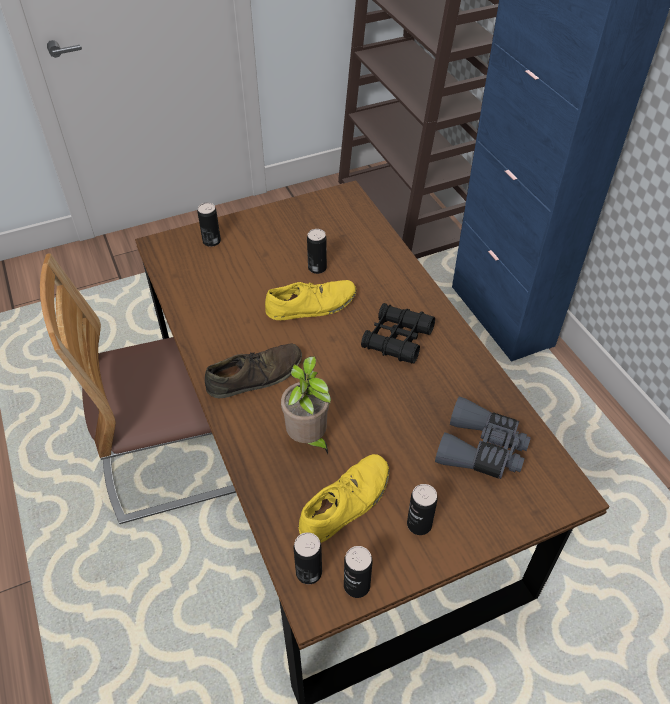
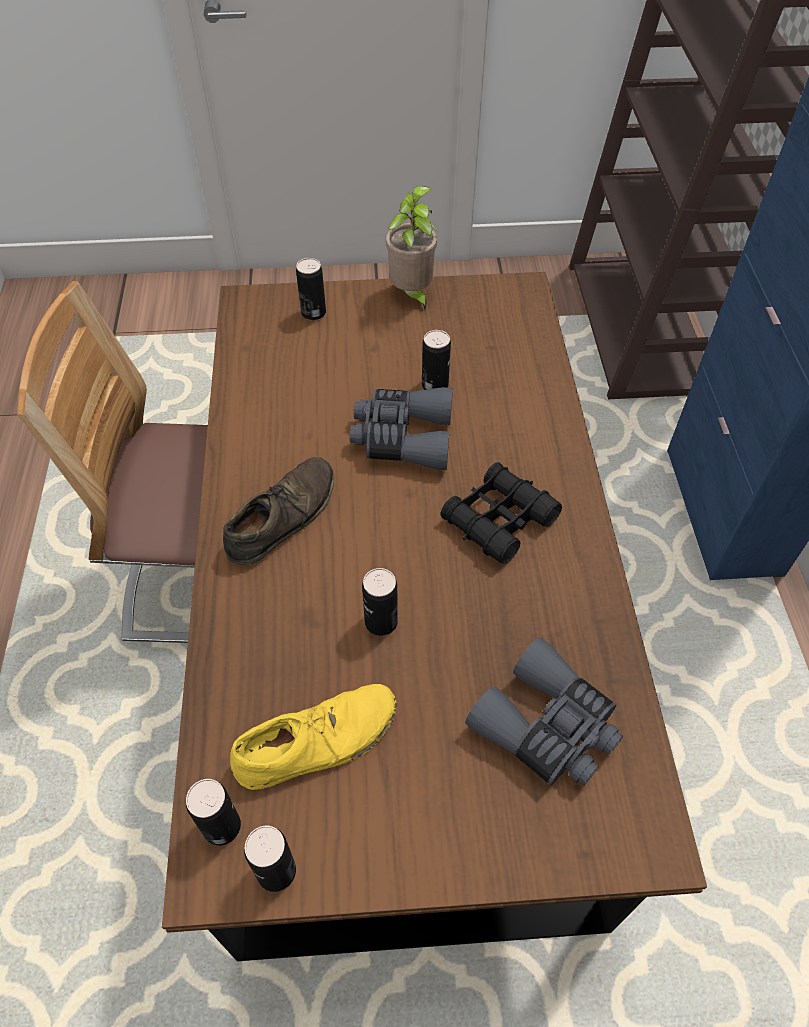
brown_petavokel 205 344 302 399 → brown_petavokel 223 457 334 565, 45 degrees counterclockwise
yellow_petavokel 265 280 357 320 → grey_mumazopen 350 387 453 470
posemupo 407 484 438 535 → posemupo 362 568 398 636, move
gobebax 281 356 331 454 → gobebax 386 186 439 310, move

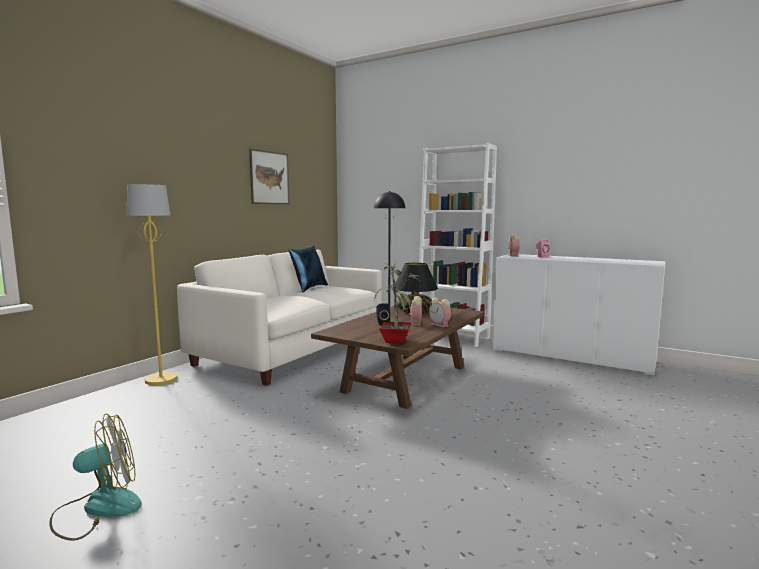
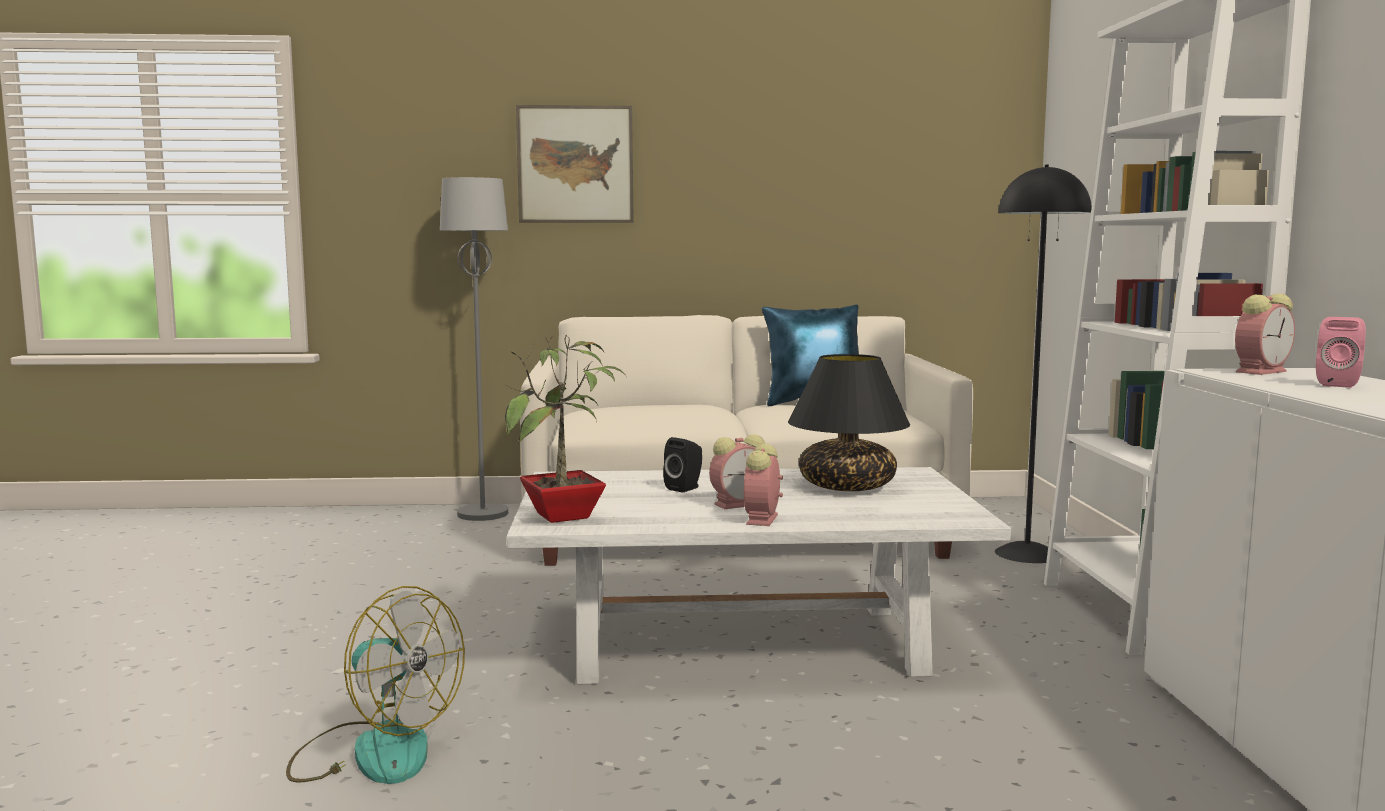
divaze 49 413 142 541 → divaze 286 586 465 784, move
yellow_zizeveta 127 184 177 385 → grey_zizeveta 440 177 508 521
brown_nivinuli 311 306 485 409 → white_nivinuli 507 467 1011 684
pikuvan 249 149 290 204 → pikuvan 516 105 634 223, move

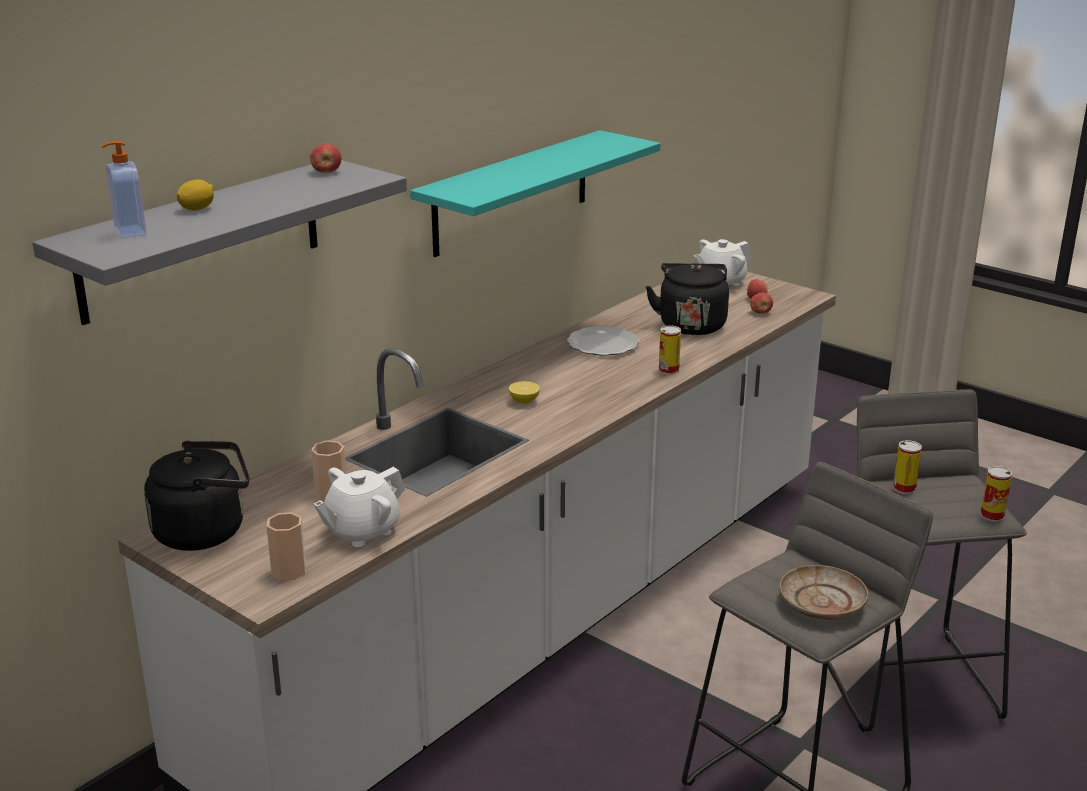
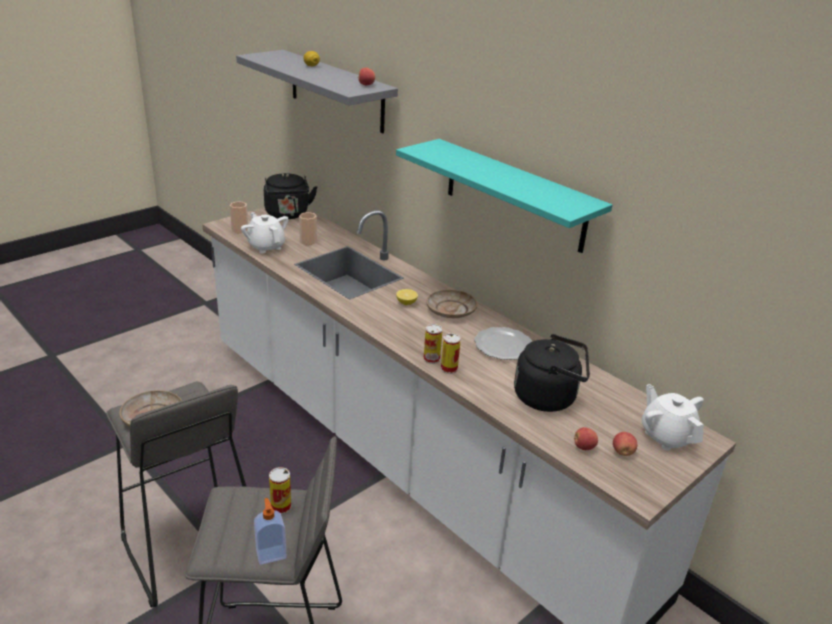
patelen 102 141 147 239 → patelen 254 498 287 565, move
posemupo 980 466 1012 522 → posemupo 423 324 443 364, move
- → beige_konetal 426 290 477 318

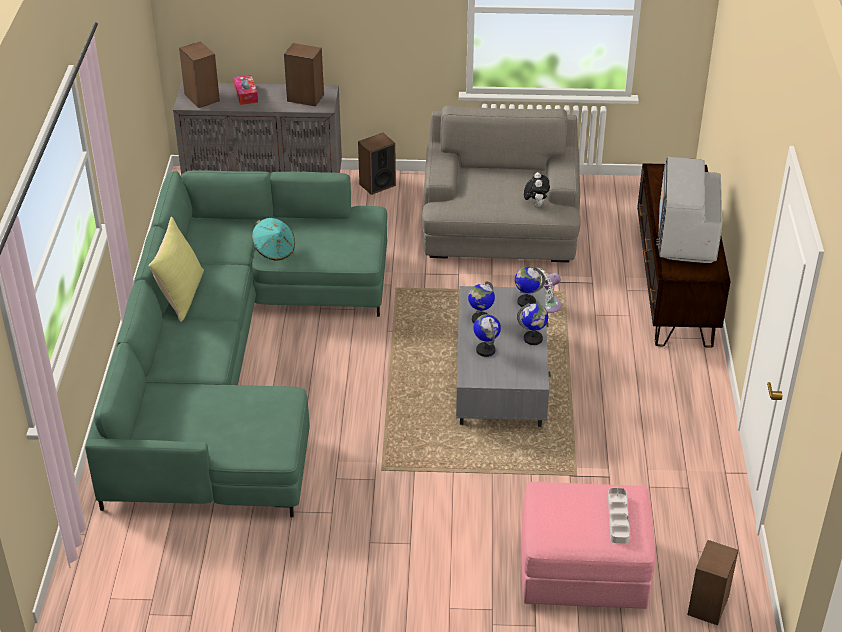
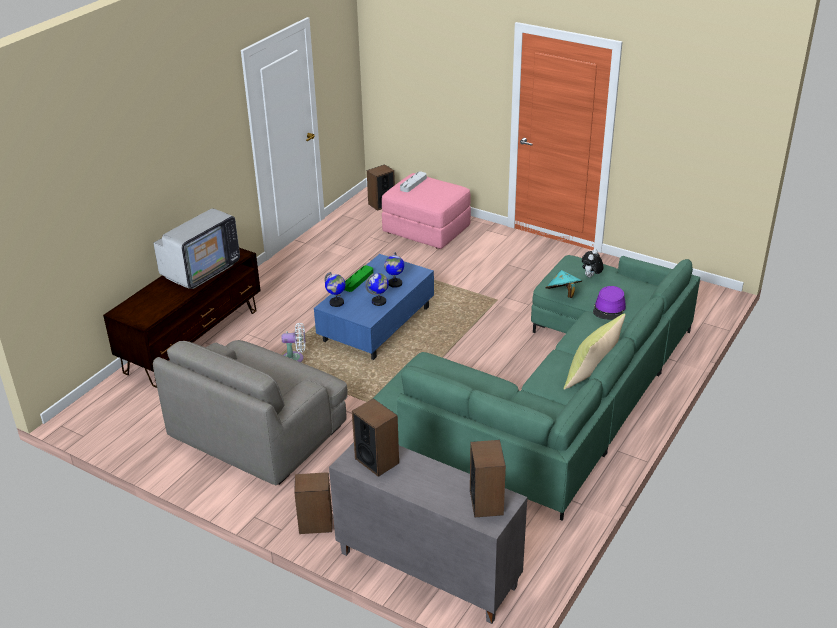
grey_nivinuli 456 286 551 427 → blue_nivinuli 314 254 434 360
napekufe 517 303 548 345 → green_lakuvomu 344 265 373 292
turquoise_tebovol 252 218 295 261 → turquoise_tebovol 545 270 582 298, move
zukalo 524 172 550 207 → zukalo 582 249 603 277, move
- → purple_tebovol 593 286 626 320
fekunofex 234 75 258 105 → -

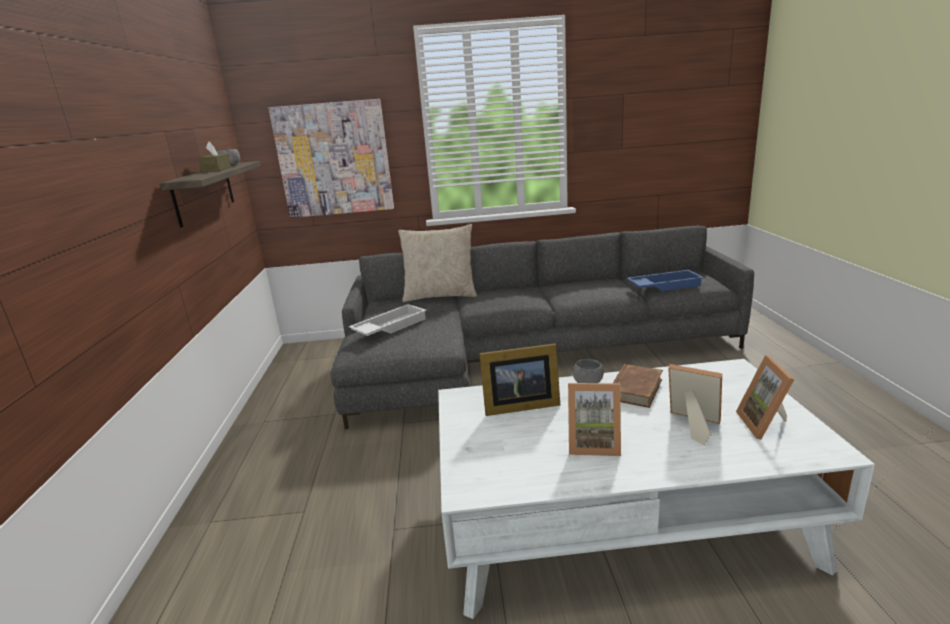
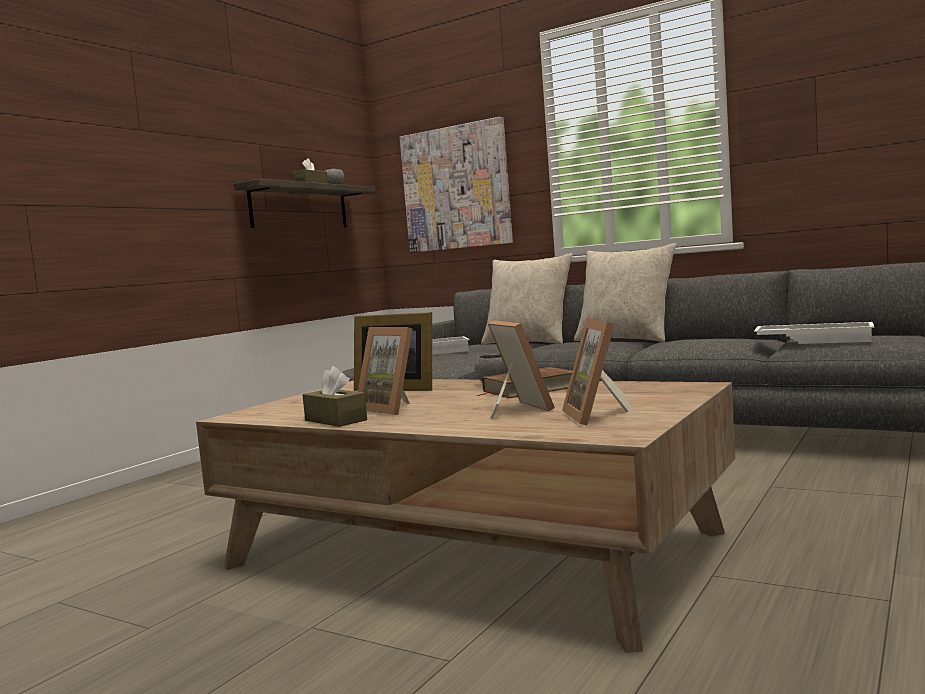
white_nivinuli 438 359 875 619 → brown_nivinuli 196 379 735 653
- → brown_fekunofex 303 366 367 427
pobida 736 355 795 440 → pobida 562 318 631 425, 45 degrees counterclockwise
- → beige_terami 574 243 677 342
blue_lakuvomu 627 270 704 291 → white_lakuvomu 754 322 875 344

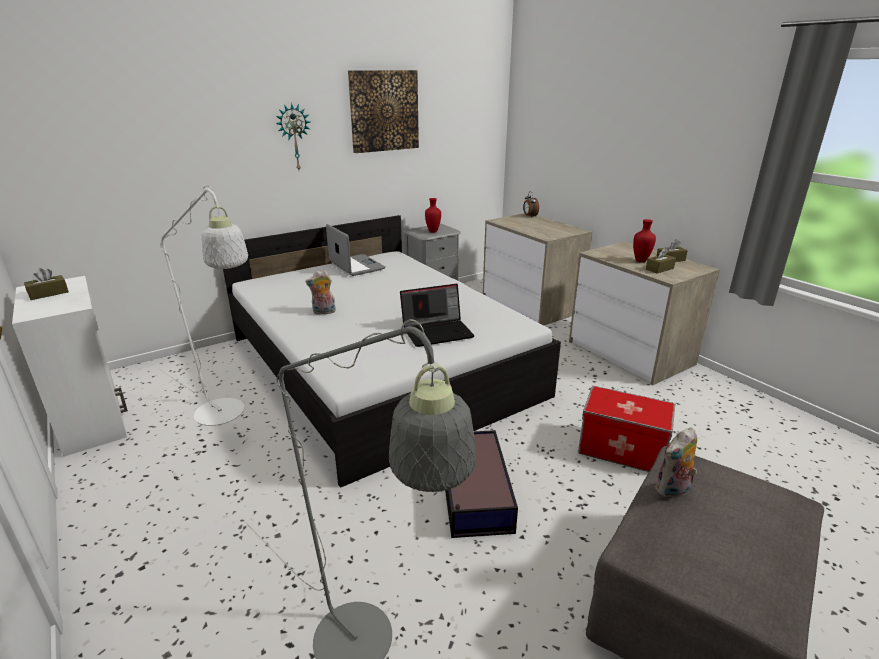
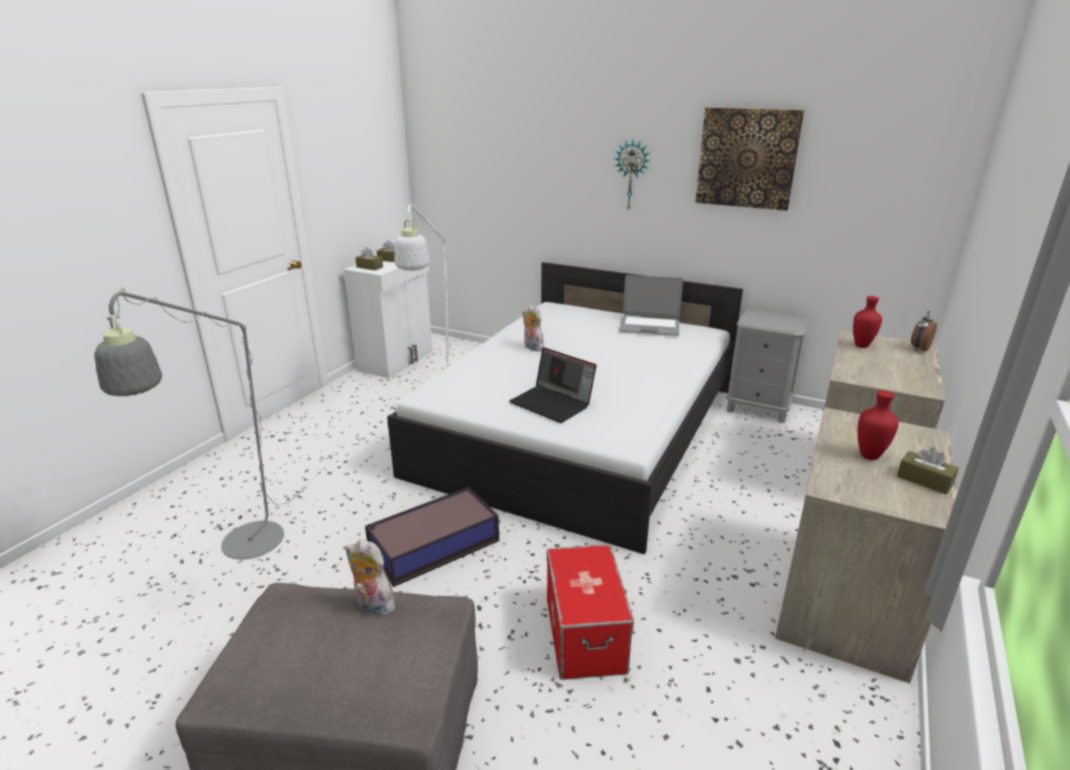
brown_fekunofex 646 248 676 273 → brown_fekunofex 355 247 383 270, move
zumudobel 326 224 386 276 → zumudobel 619 275 683 336, 75 degrees clockwise
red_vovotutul 425 198 441 233 → red_vovotutul 853 296 882 348, move

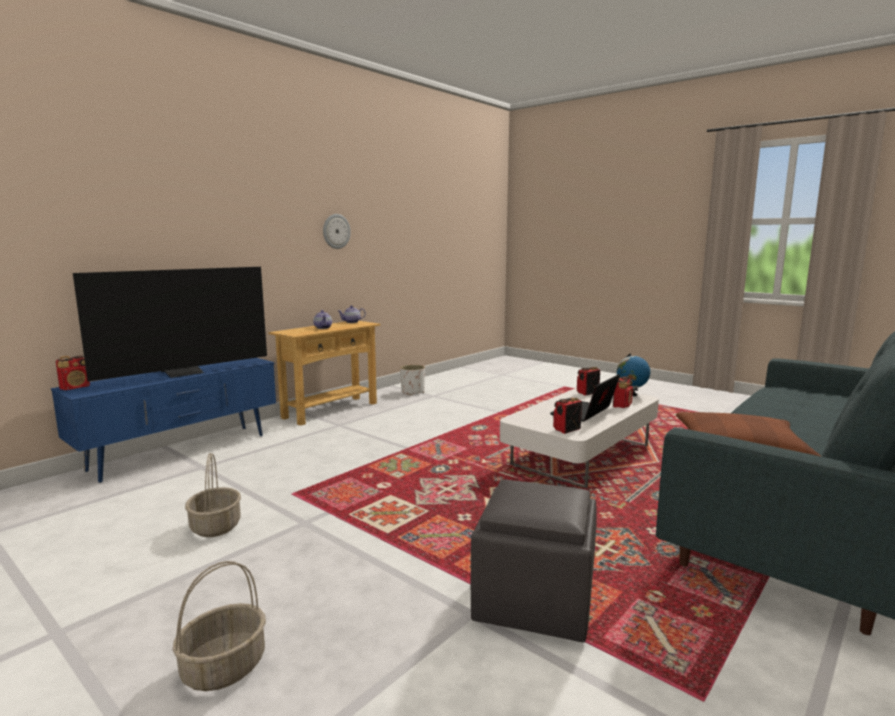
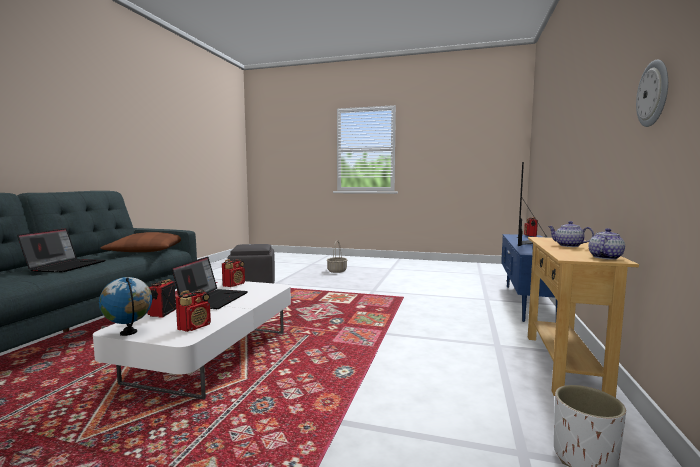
- → zumudobel 17 228 105 272
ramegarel 185 453 241 537 → -

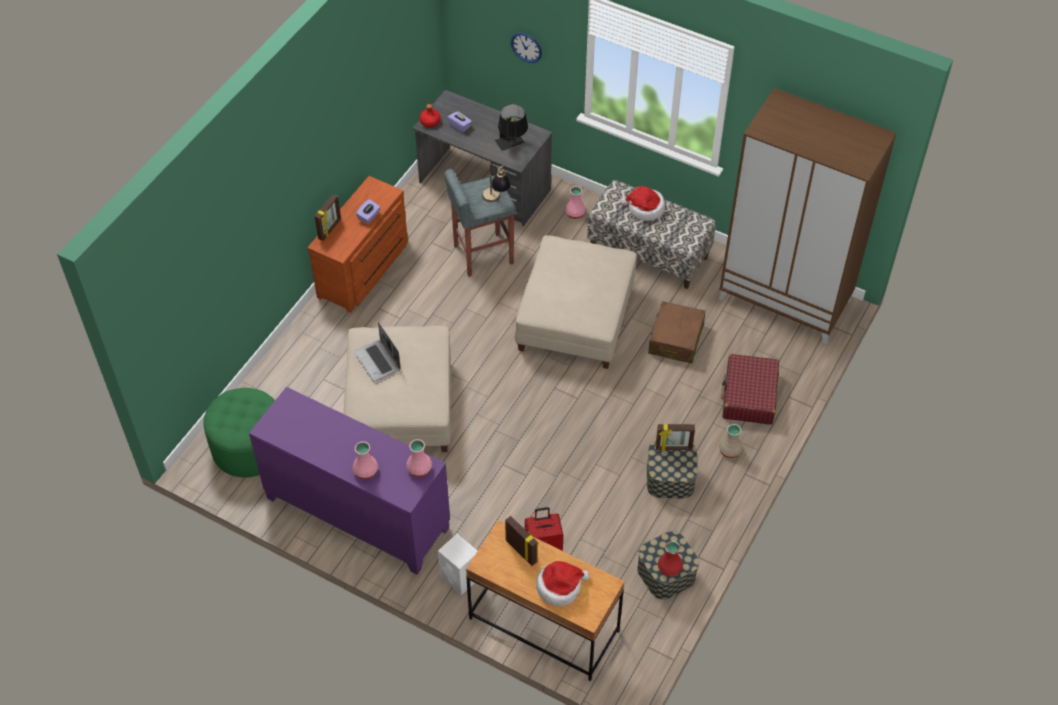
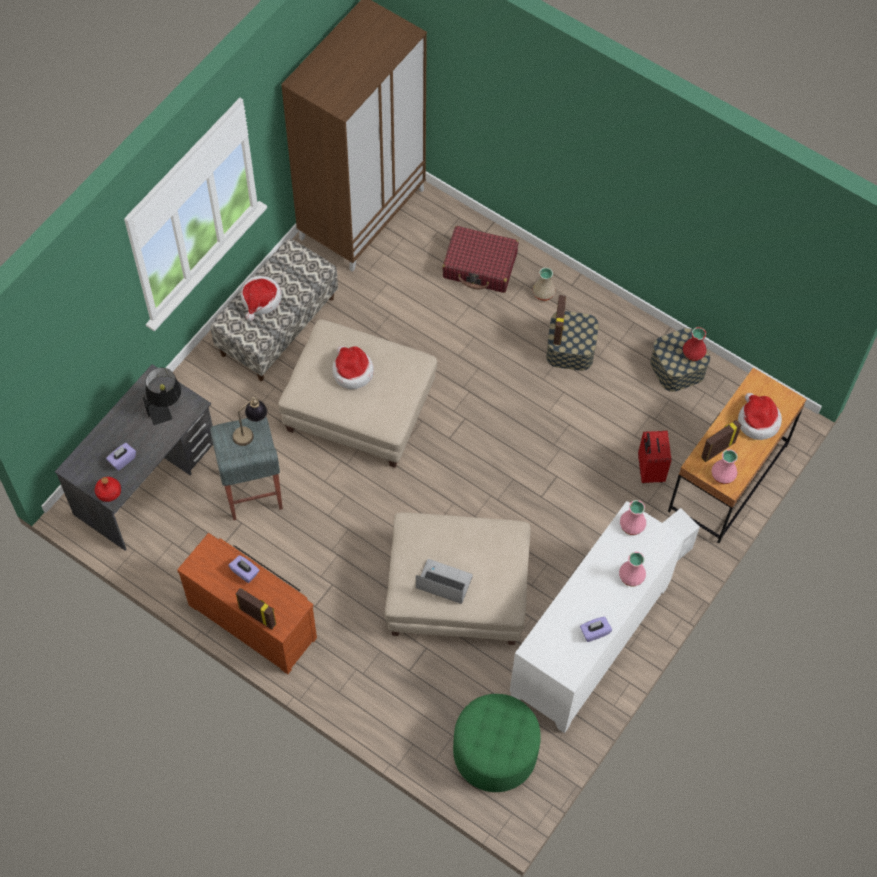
- → tebovol 332 346 374 389
zumudobel 354 322 401 382 → zumudobel 416 559 473 604, 135 degrees counterclockwise
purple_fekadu 249 387 450 575 → white_fekadu 510 501 685 733
- → purple_fekunofex 580 617 612 642
pink_vovotutul 565 186 586 219 → pink_vovotutul 711 449 738 484, move
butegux 511 33 542 63 → -
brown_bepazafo 648 301 705 363 → -

